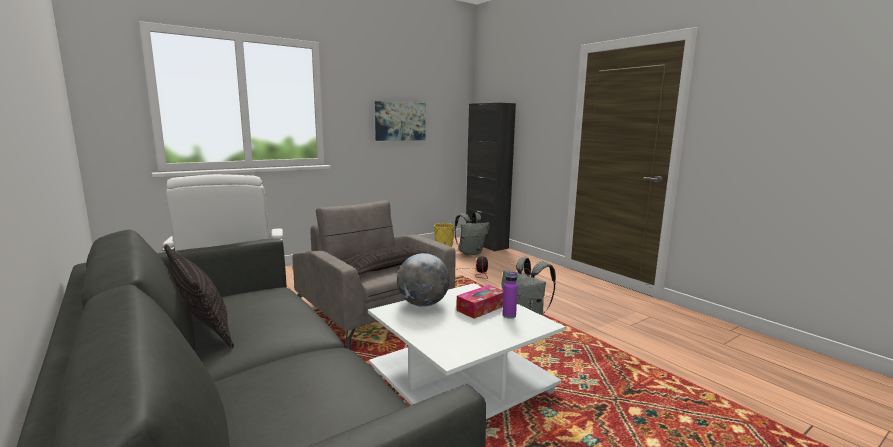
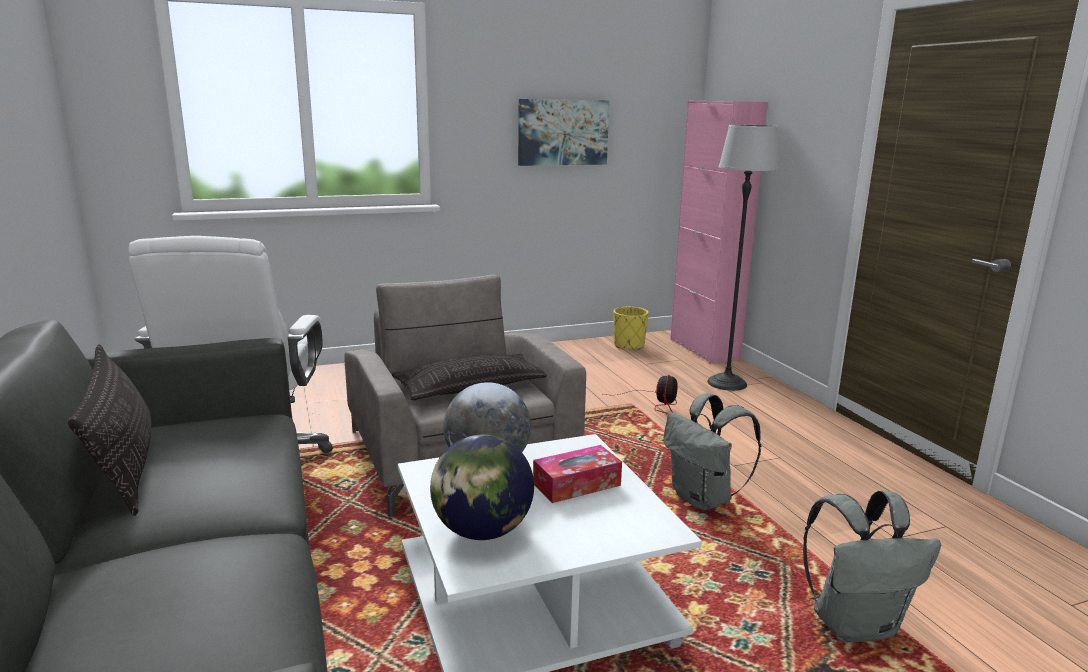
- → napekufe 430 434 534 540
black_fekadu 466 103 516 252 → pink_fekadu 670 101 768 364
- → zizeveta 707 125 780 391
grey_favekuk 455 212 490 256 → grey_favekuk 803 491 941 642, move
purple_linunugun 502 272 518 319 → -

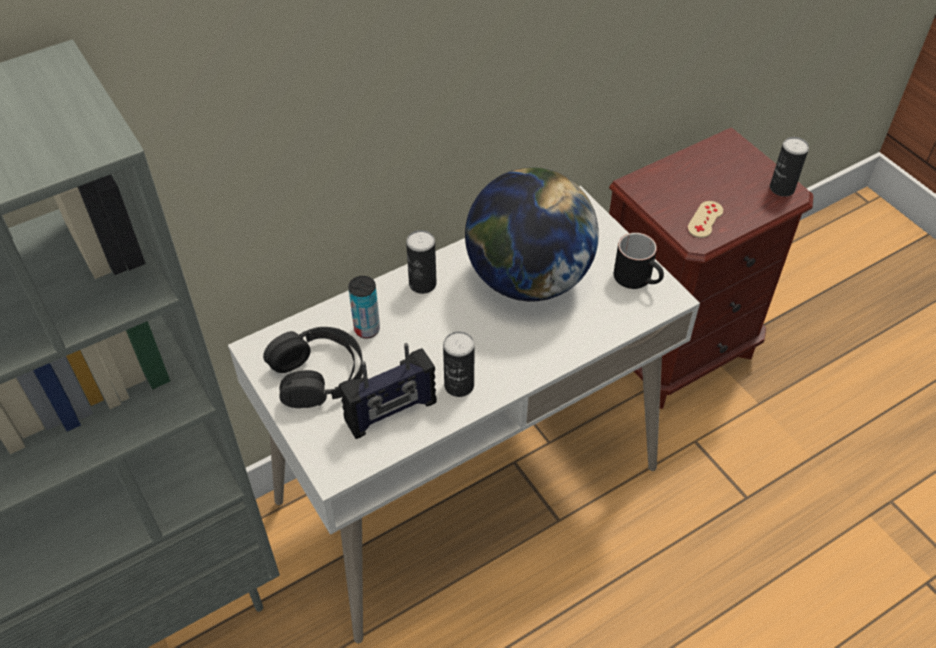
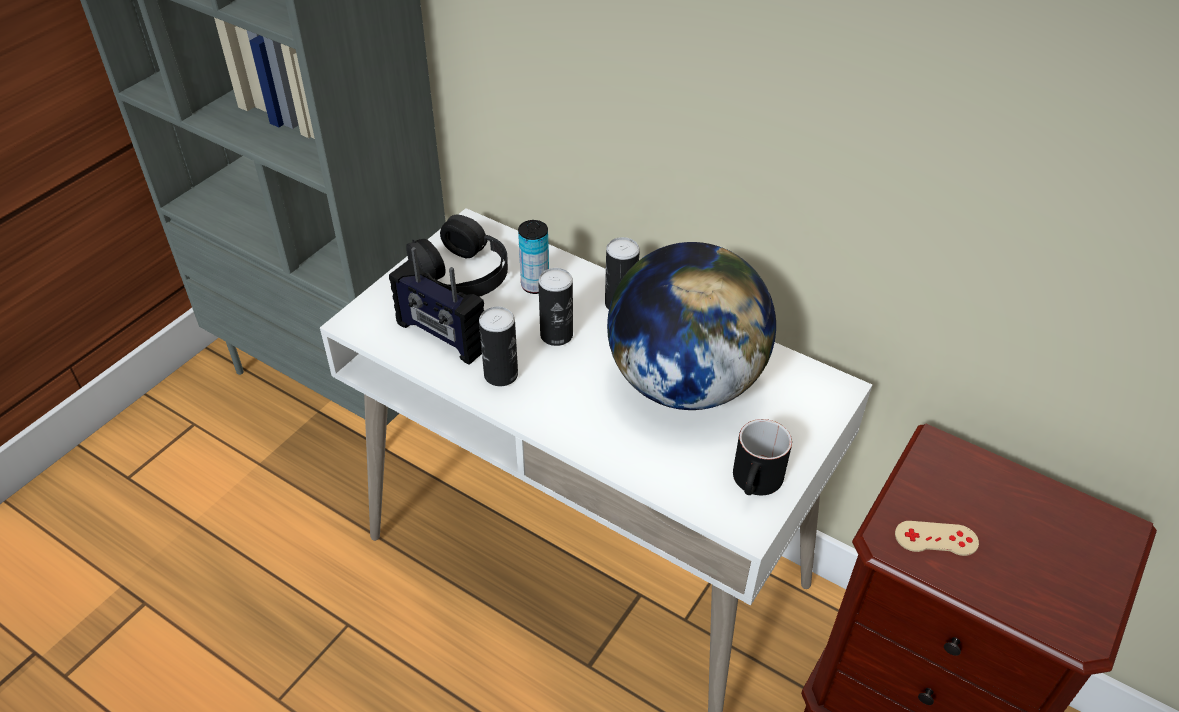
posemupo 770 137 809 197 → posemupo 538 268 573 346, move

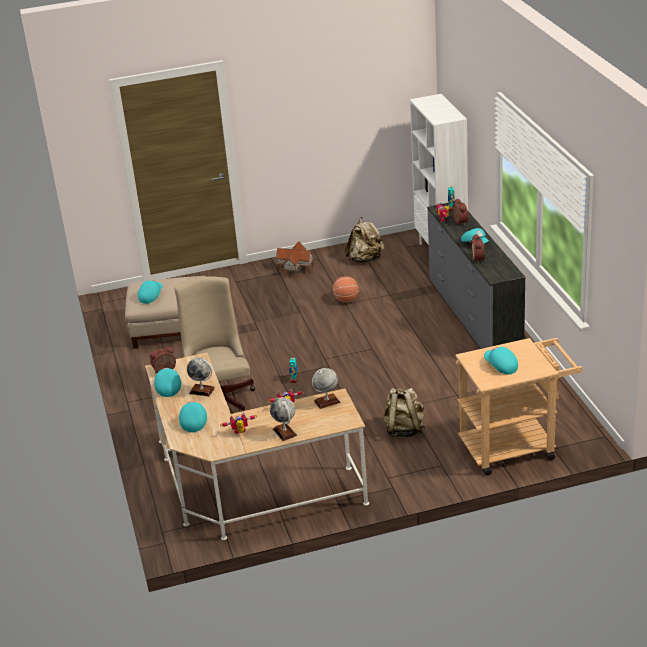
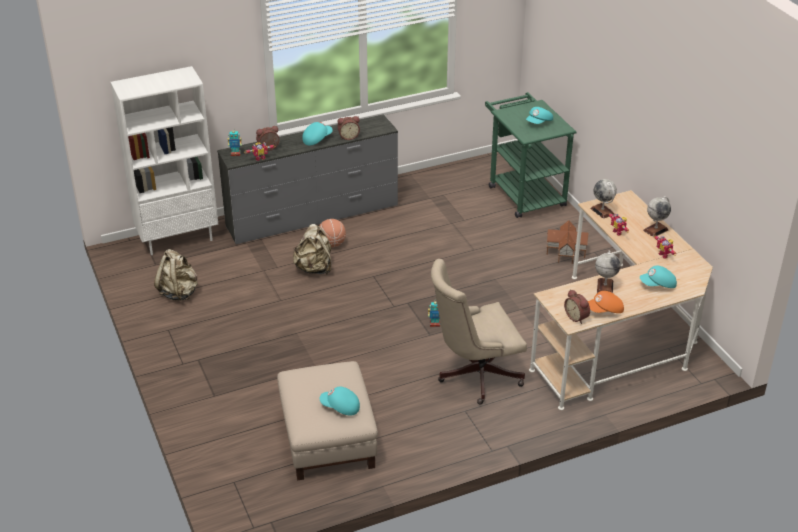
beige_favekuk 384 388 426 437 → beige_favekuk 293 224 332 274, move
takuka 333 276 359 303 → takuka 320 219 346 247, move
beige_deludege 456 338 583 475 → green_deludege 485 92 577 218
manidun 276 242 313 278 → manidun 547 220 589 264, move
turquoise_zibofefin 154 368 181 397 → orange_zibofefin 588 291 624 313

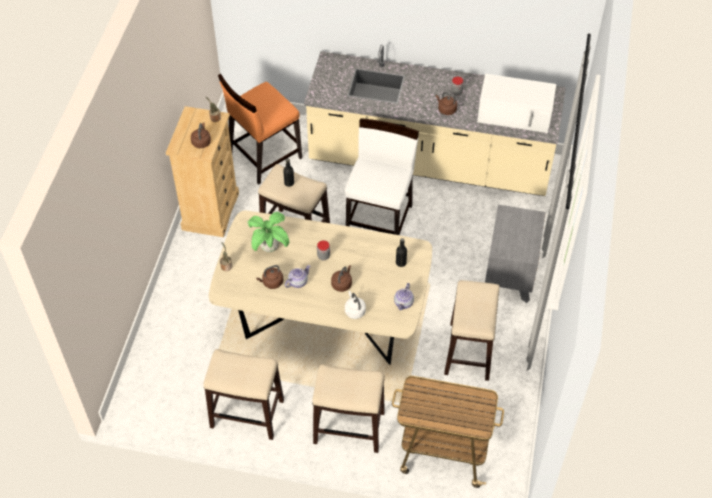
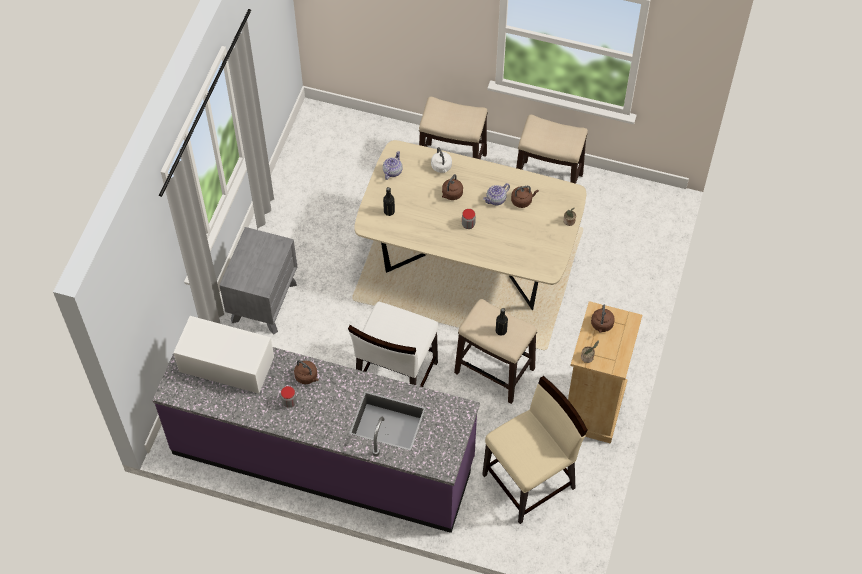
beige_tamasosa 304 45 566 196 → purple_tamasosa 153 347 480 533
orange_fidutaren 218 74 302 184 → beige_fidutaren 482 376 588 524
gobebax 248 212 289 252 → -
deludege 392 376 504 488 → -
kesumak 444 280 500 381 → -

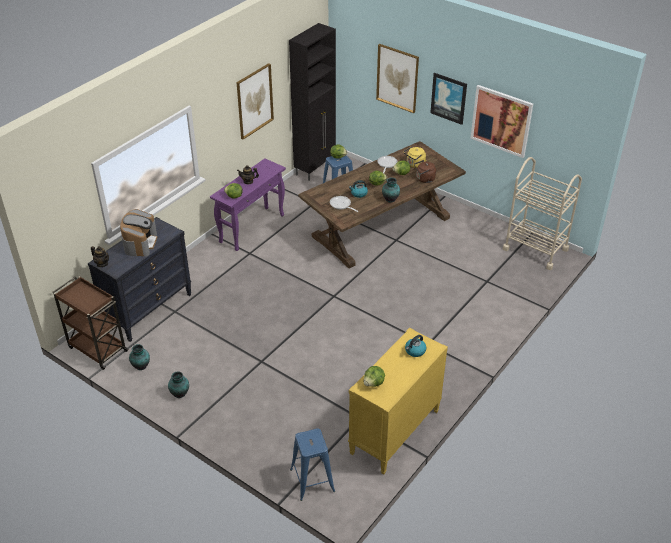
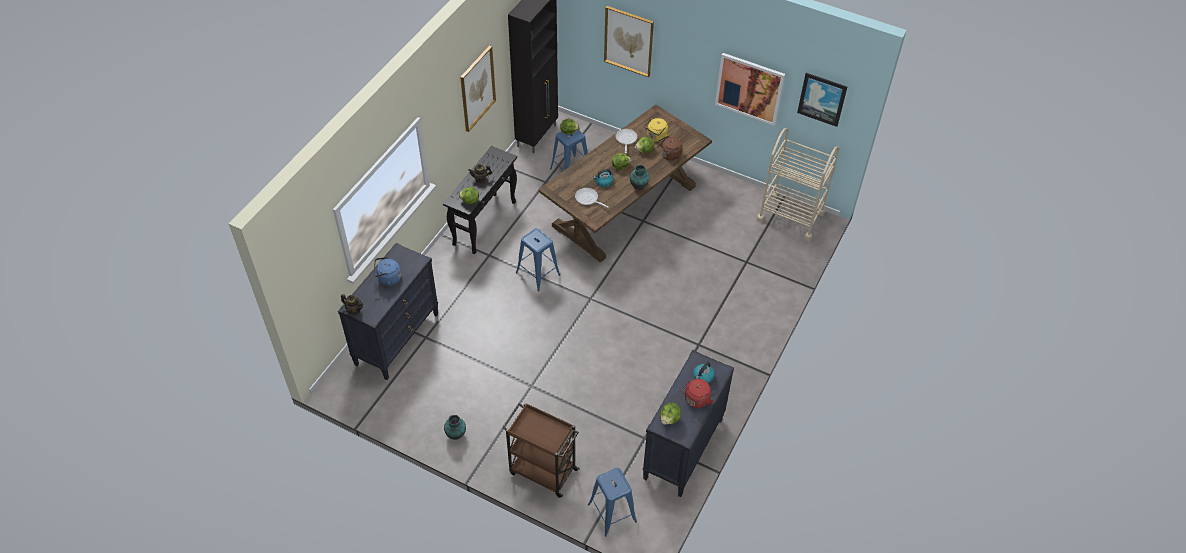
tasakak 120 209 157 257 → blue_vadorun 374 257 401 286
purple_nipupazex 210 159 286 251 → black_nipupazex 443 146 517 254
brown_deludege 53 276 129 370 → brown_deludege 502 402 580 498, move
- → blue_kesumak 516 228 561 292
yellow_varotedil 348 328 448 475 → black_varotedil 642 350 734 497
- → red_vadorun 681 379 713 408
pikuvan 430 73 467 125 → pikuvan 797 73 847 127, move
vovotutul 129 344 150 370 → -

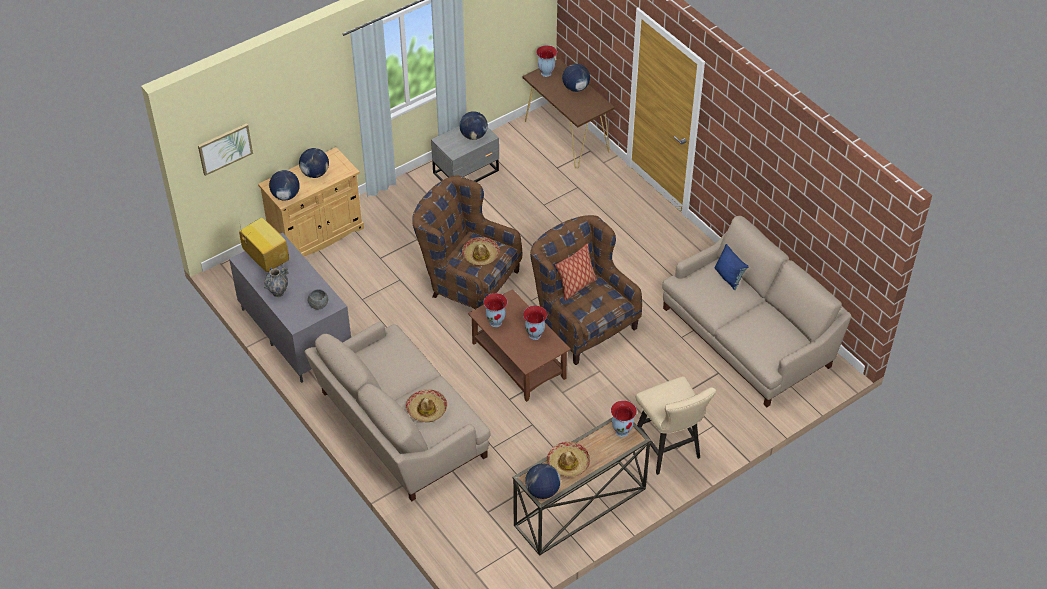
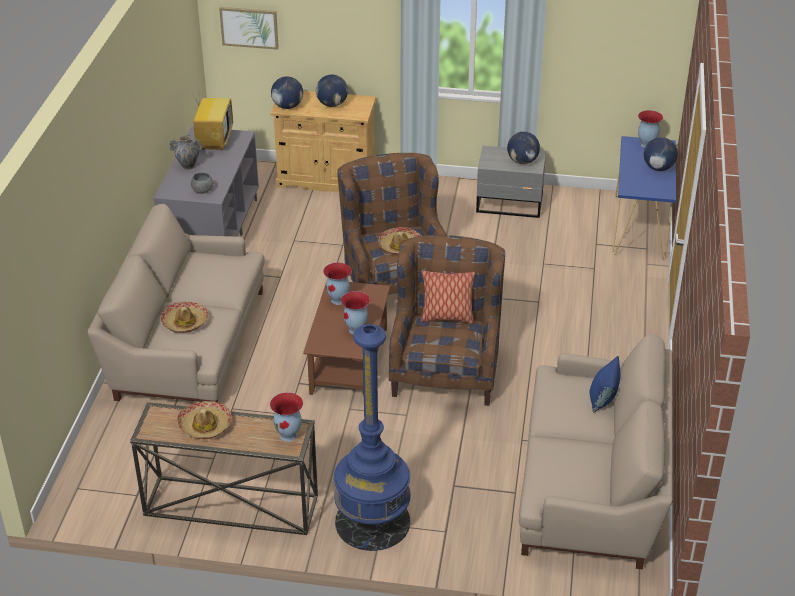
beige_kesumak 636 376 716 475 → blue_zizeveta 334 324 410 551
brown_nipupazex 523 59 615 169 → blue_nipupazex 612 136 676 259
napekufe 525 463 561 499 → -

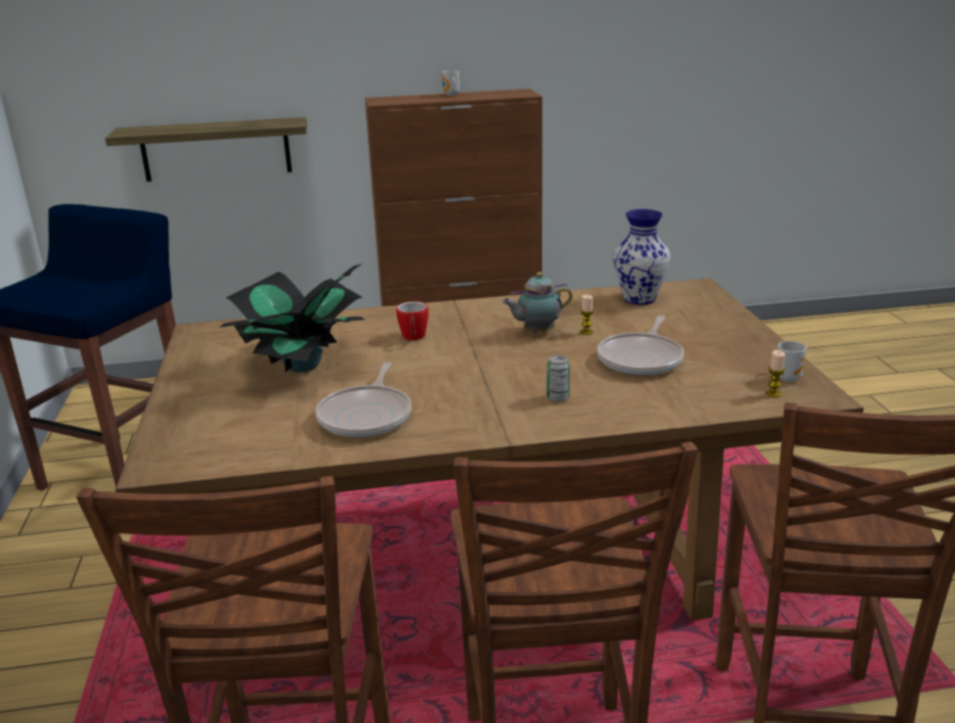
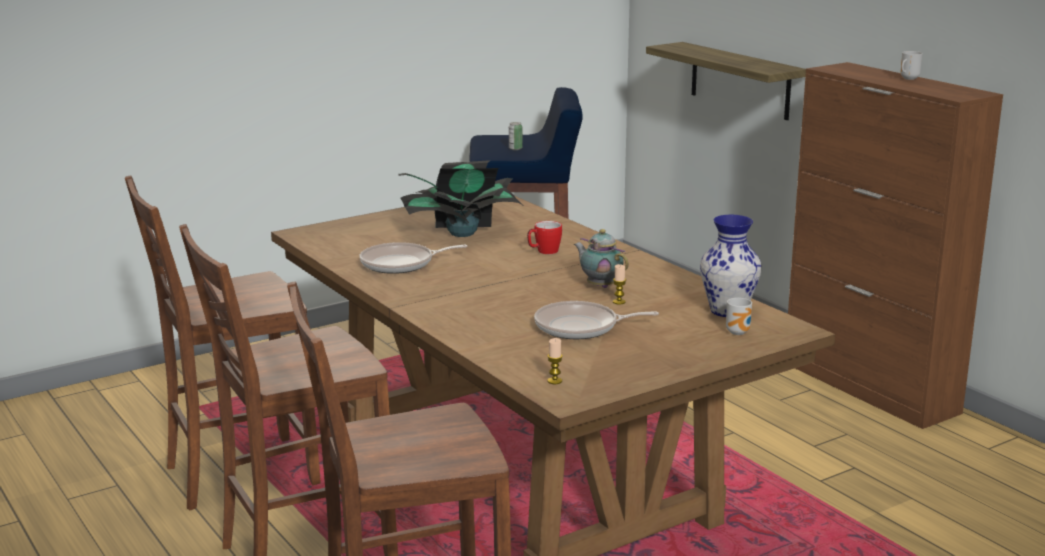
posemupo 547 355 570 402 → posemupo 509 122 523 150, move
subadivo 777 341 807 382 → subadivo 726 298 752 335, move

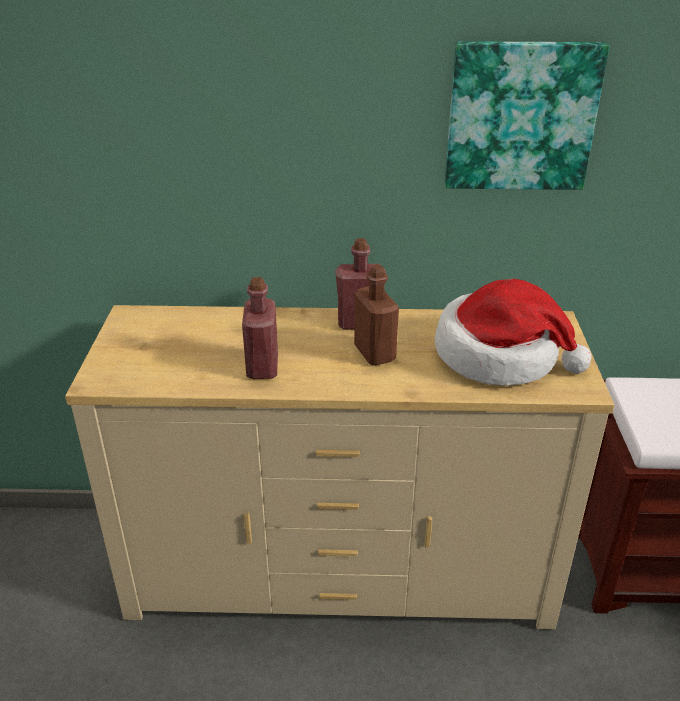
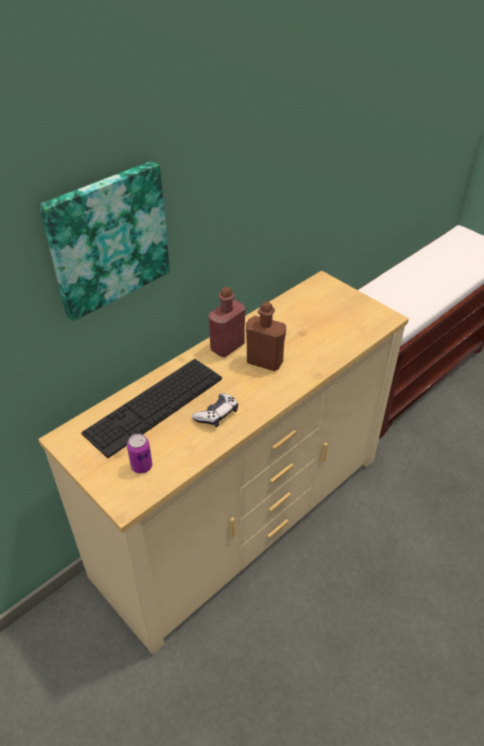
pikuvan 445 41 609 190 → pikuvan 39 161 170 321, move
- → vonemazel 81 359 222 458
- → posemupo 127 433 152 474
red_linunugun 242 277 278 379 → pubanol 192 394 238 427
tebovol 435 279 592 386 → -

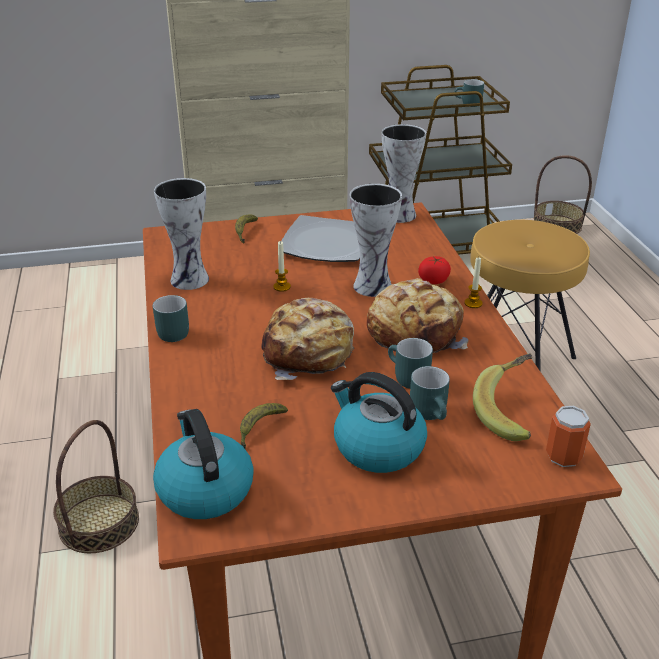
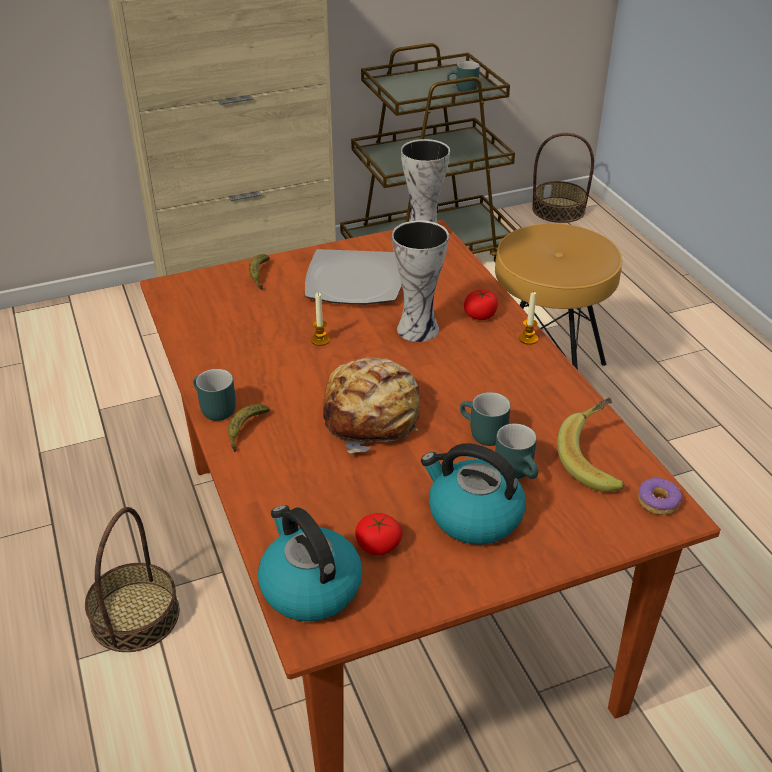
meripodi 240 403 288 449 → meripodi 228 404 270 452, move
- → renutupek 355 513 403 556
posemupo 546 406 591 467 → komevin 638 478 683 515
vovotutul 154 178 209 290 → -
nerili 367 278 469 353 → -

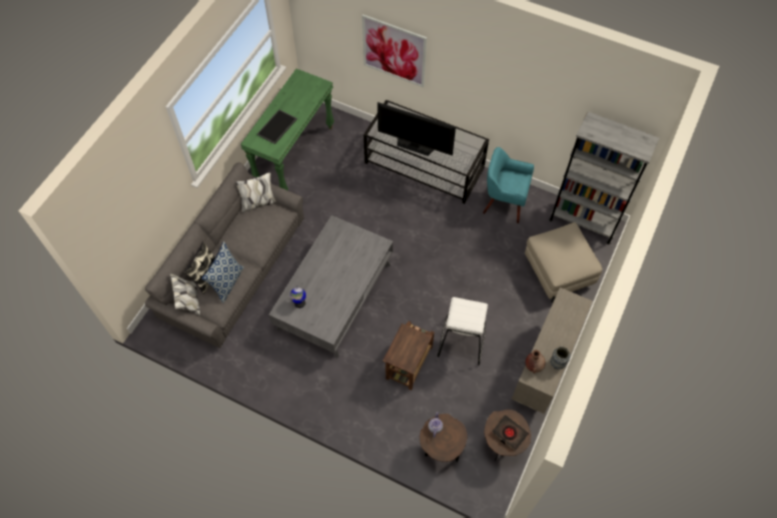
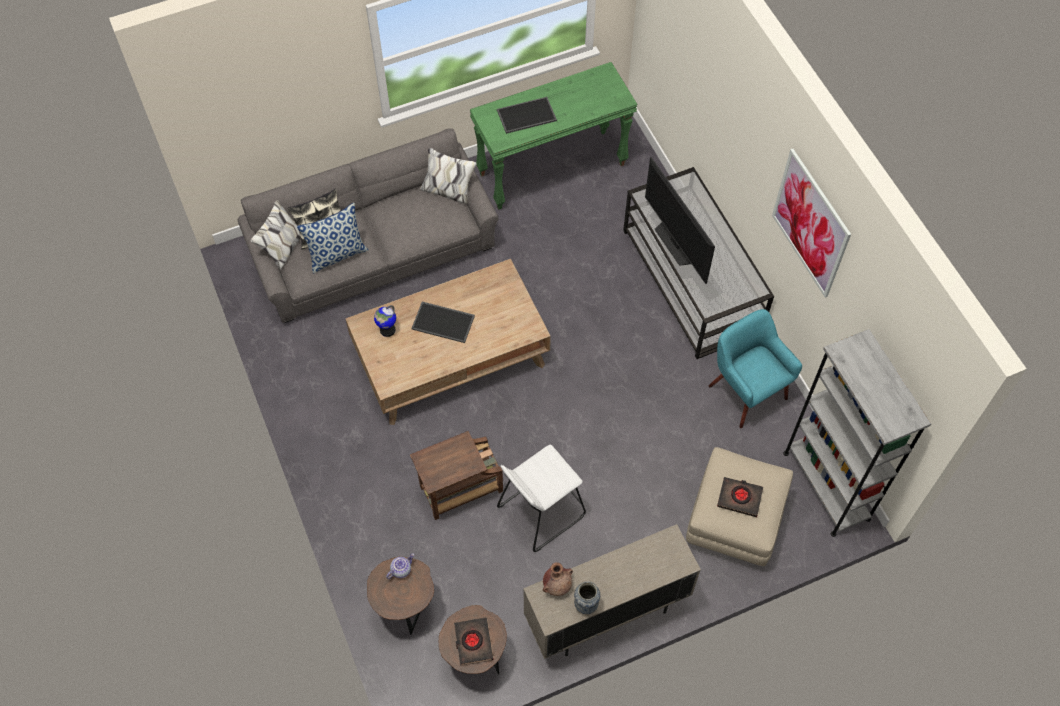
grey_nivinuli 269 215 393 359 → brown_nivinuli 346 259 551 425
- → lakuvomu 411 302 475 343
- → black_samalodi 717 477 763 517
pikuvan 362 14 427 87 → pikuvan 772 149 851 298, move

